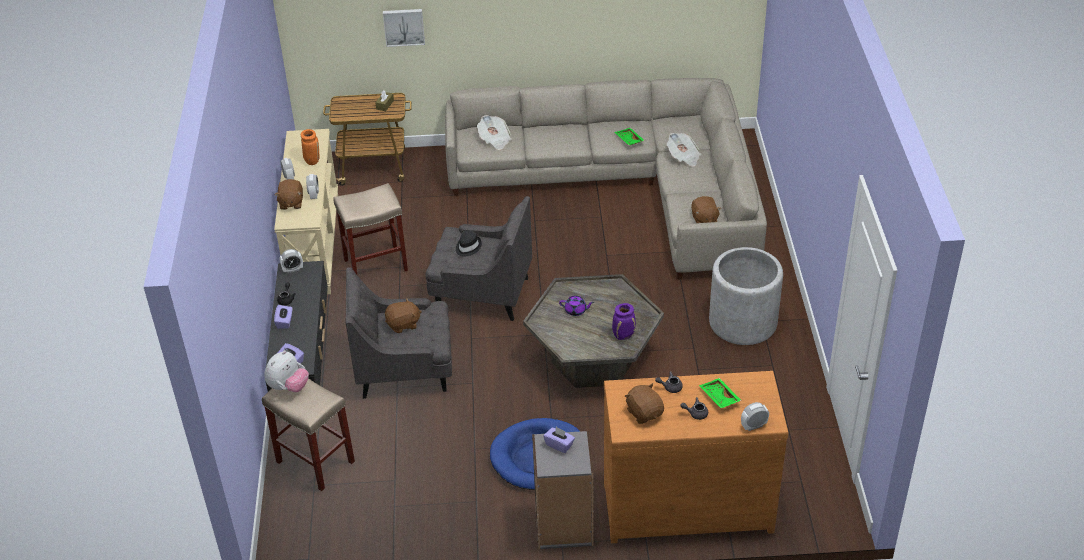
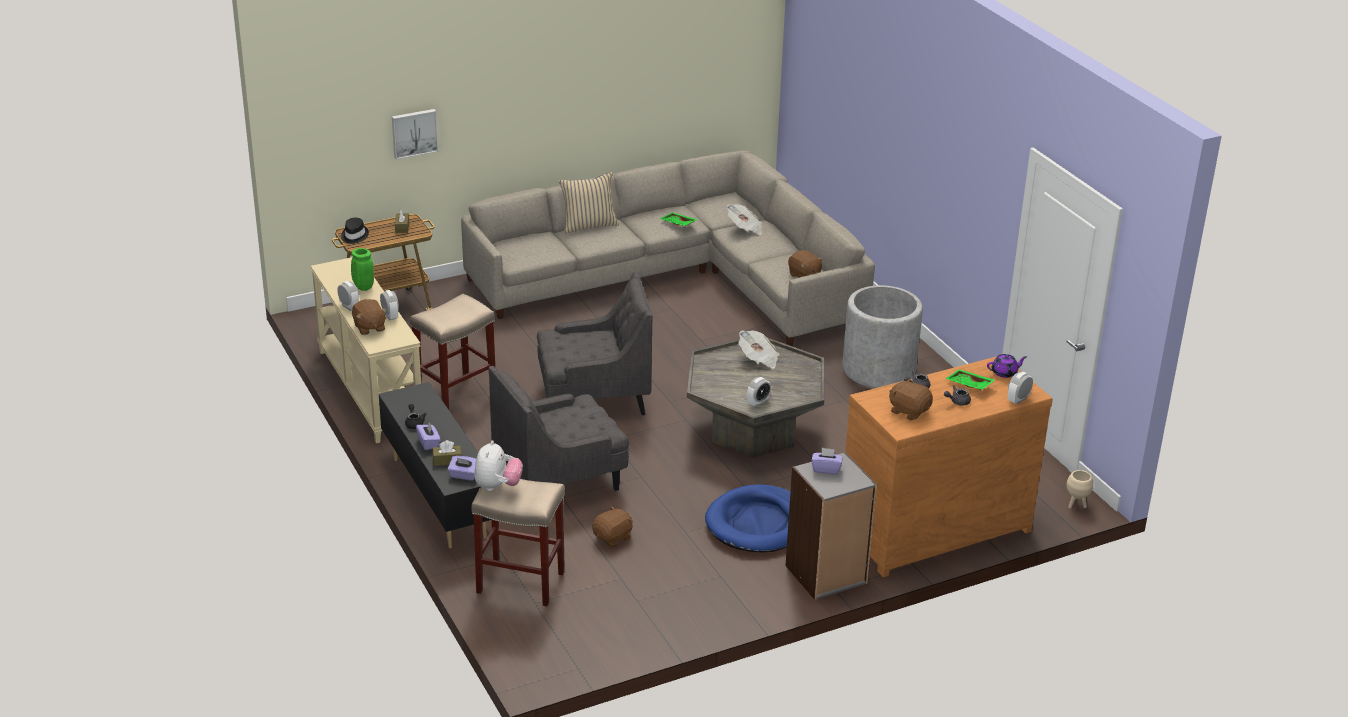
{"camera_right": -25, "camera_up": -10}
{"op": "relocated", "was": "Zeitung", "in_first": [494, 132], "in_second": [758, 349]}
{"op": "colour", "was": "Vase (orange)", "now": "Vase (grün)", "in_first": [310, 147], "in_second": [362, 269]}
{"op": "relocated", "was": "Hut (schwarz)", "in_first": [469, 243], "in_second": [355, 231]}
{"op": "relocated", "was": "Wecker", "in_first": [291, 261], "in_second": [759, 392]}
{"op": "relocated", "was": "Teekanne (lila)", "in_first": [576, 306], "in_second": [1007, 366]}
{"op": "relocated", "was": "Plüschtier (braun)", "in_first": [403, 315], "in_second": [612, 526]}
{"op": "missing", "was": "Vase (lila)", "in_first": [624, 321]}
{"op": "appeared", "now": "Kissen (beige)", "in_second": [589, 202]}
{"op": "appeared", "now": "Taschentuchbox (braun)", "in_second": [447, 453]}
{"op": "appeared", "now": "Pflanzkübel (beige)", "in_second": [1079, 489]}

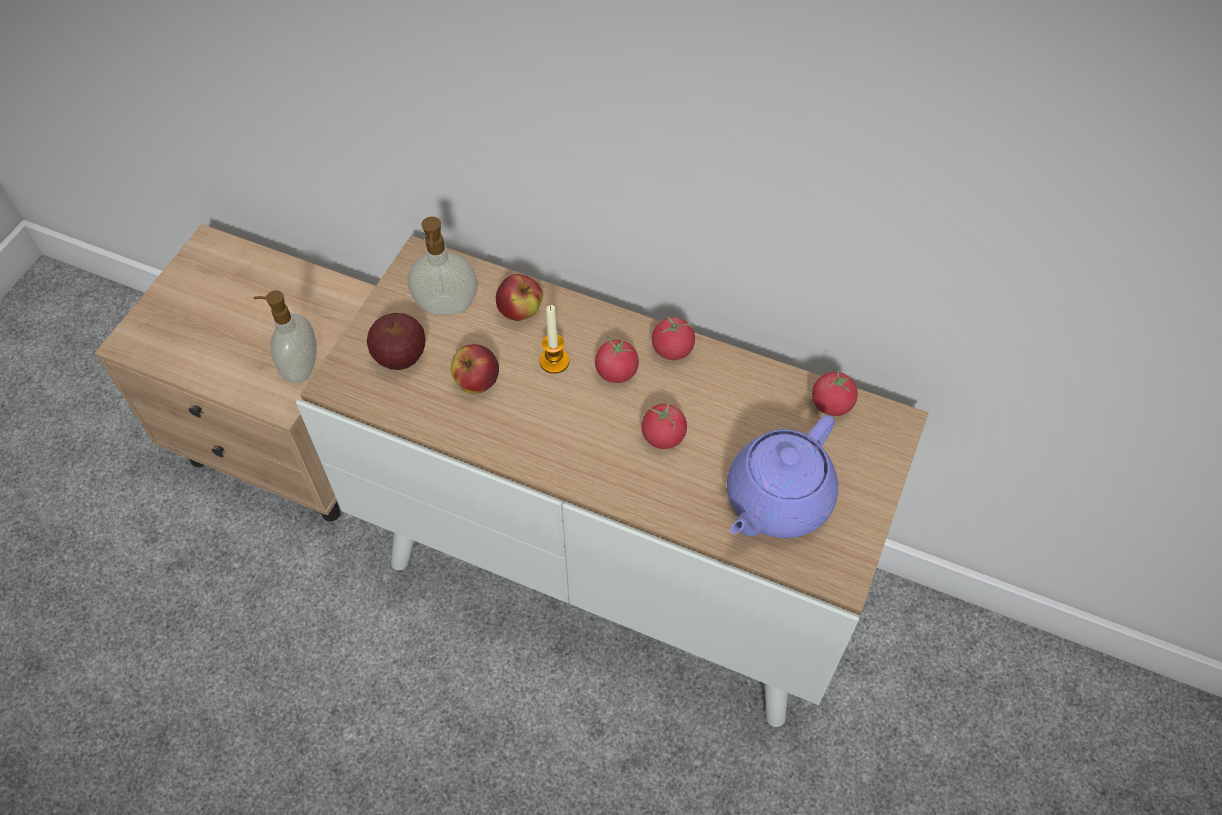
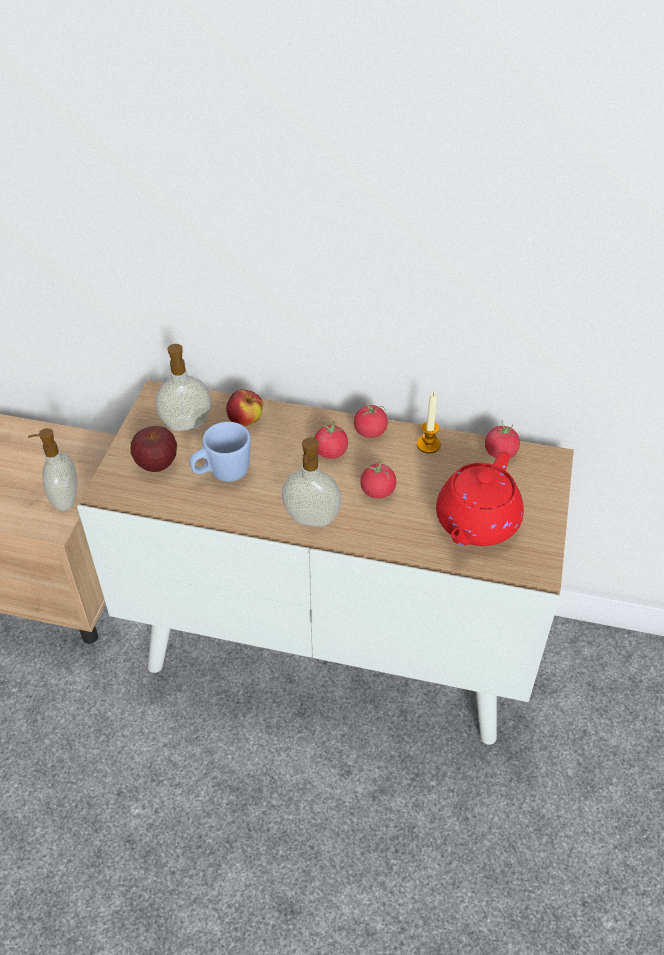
{"camera_right": -10, "camera_up": -10}
{"op": "relocated", "was": "Kerze", "in_first": [554, 339], "in_second": [429, 422]}
{"op": "exchanged", "was": "Apfel", "now": "Henkelbecher (blau)", "in_first": [475, 368], "in_second": [220, 452]}
{"op": "colour", "was": "Teekanne (lila)", "now": "Teekanne (rot)", "in_first": [782, 476], "in_second": [480, 498]}
{"op": "appeared", "now": "Seifenspender", "in_second": [311, 482]}

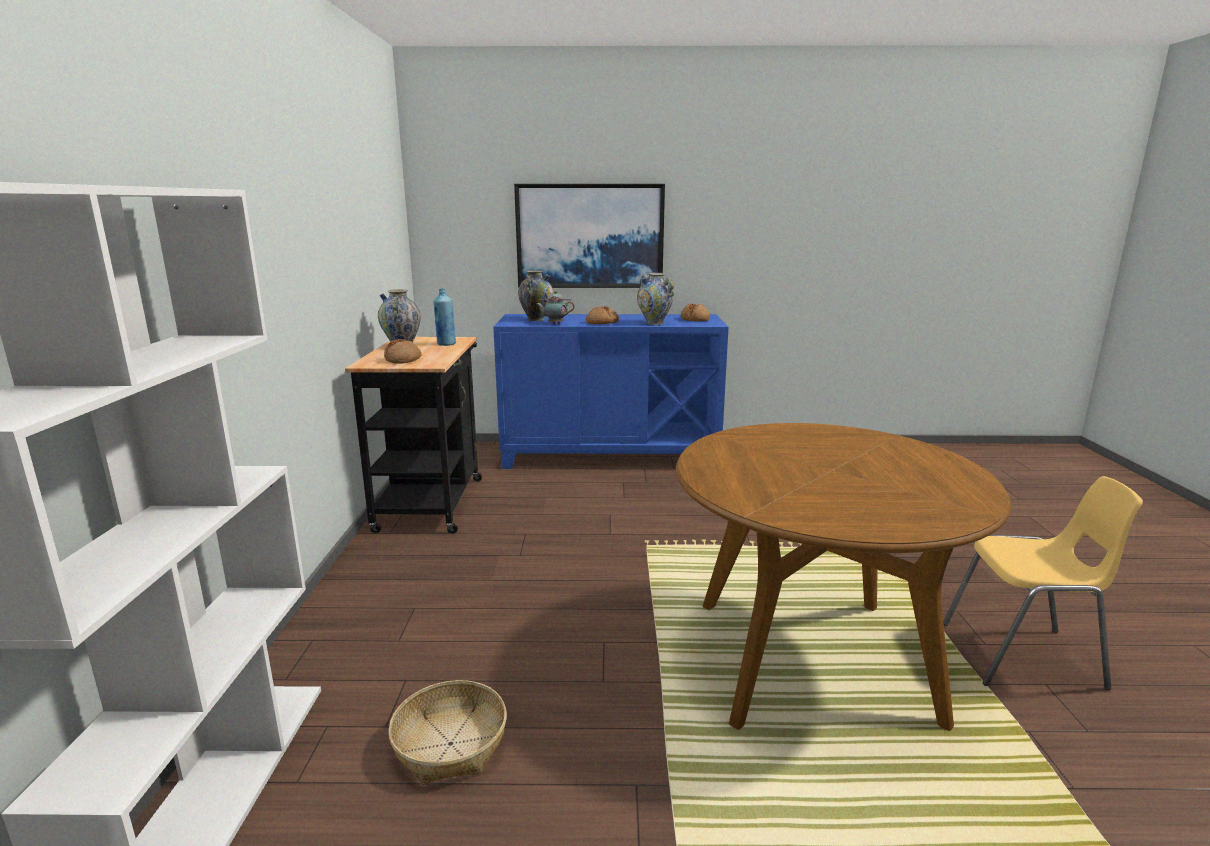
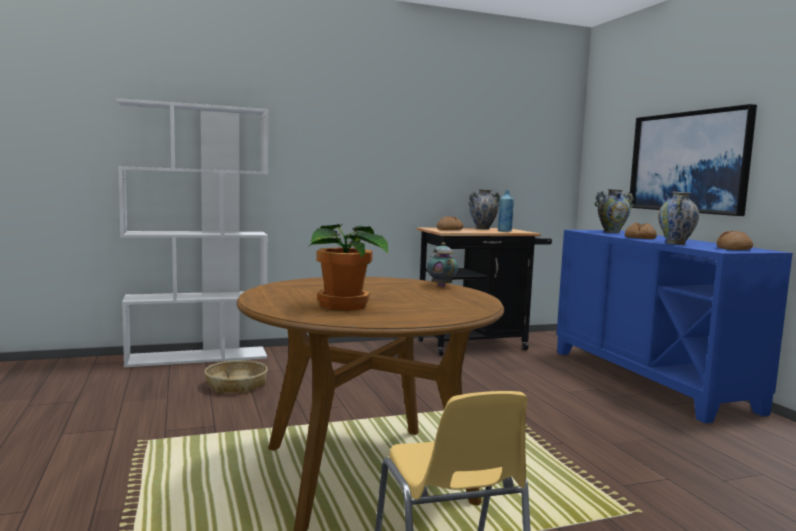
{"camera_right": 70, "camera_up": -10}
{"op": "relocated", "was": "Teekanne", "in_first": [555, 307], "in_second": [442, 264]}
{"op": "appeared", "now": "Topfpflanze", "in_second": [348, 267]}

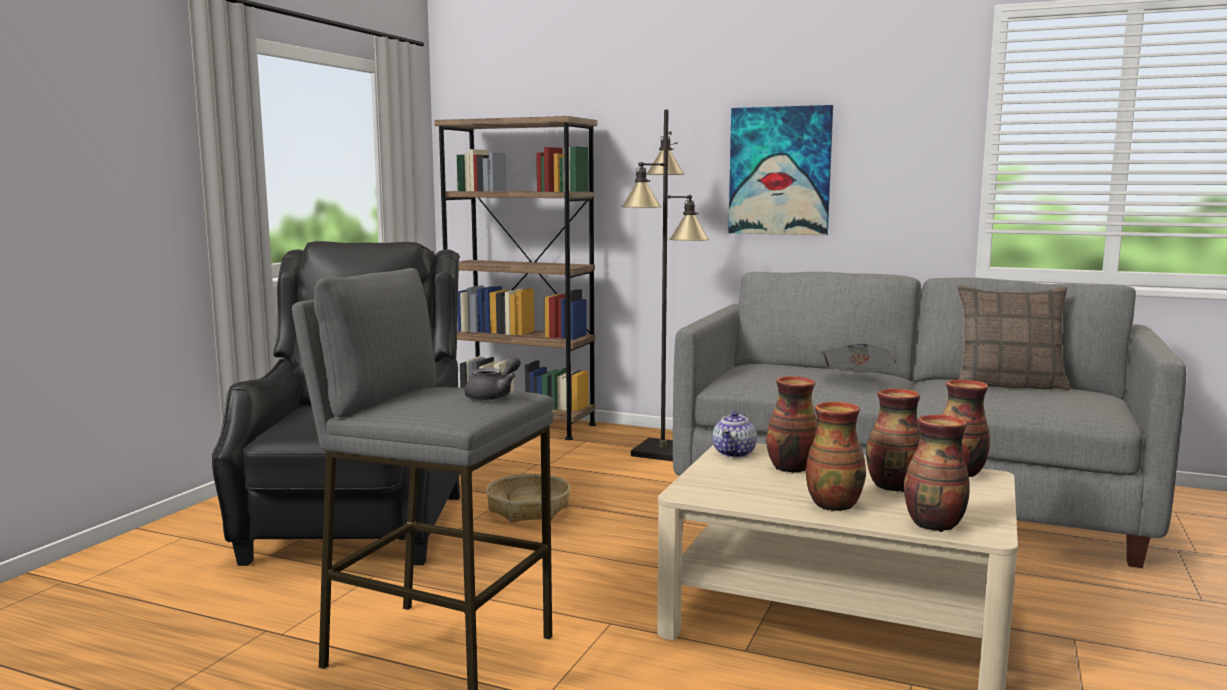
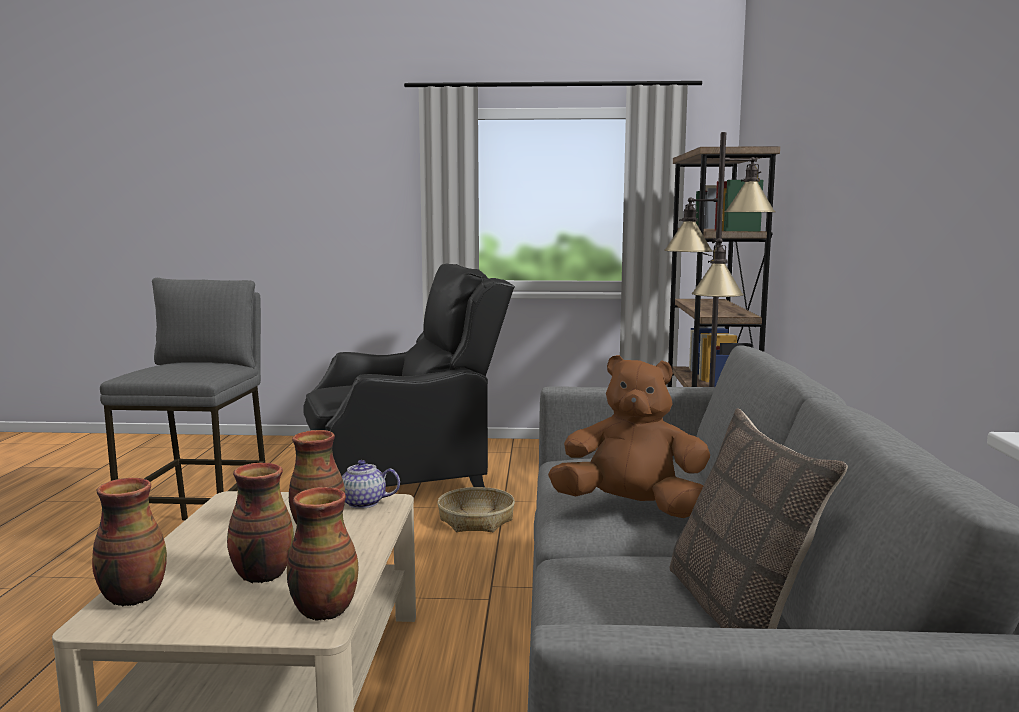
{"camera_right": 70, "camera_up": 0}
{"op": "missing", "was": "Bild", "in_first": [780, 170]}
{"op": "exchanged", "was": "Zeitung", "now": "Plüschtier (braun)", "in_first": [858, 358], "in_second": [629, 436]}
{"op": "missing", "was": "Teekanne (grau)", "in_first": [493, 378]}
{"op": "missing", "was": "Vase", "in_first": [836, 456]}

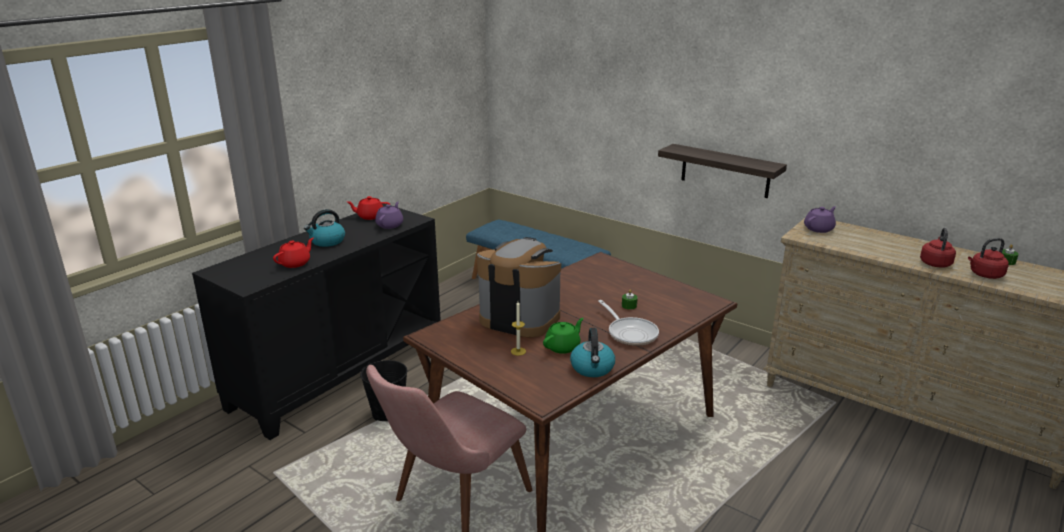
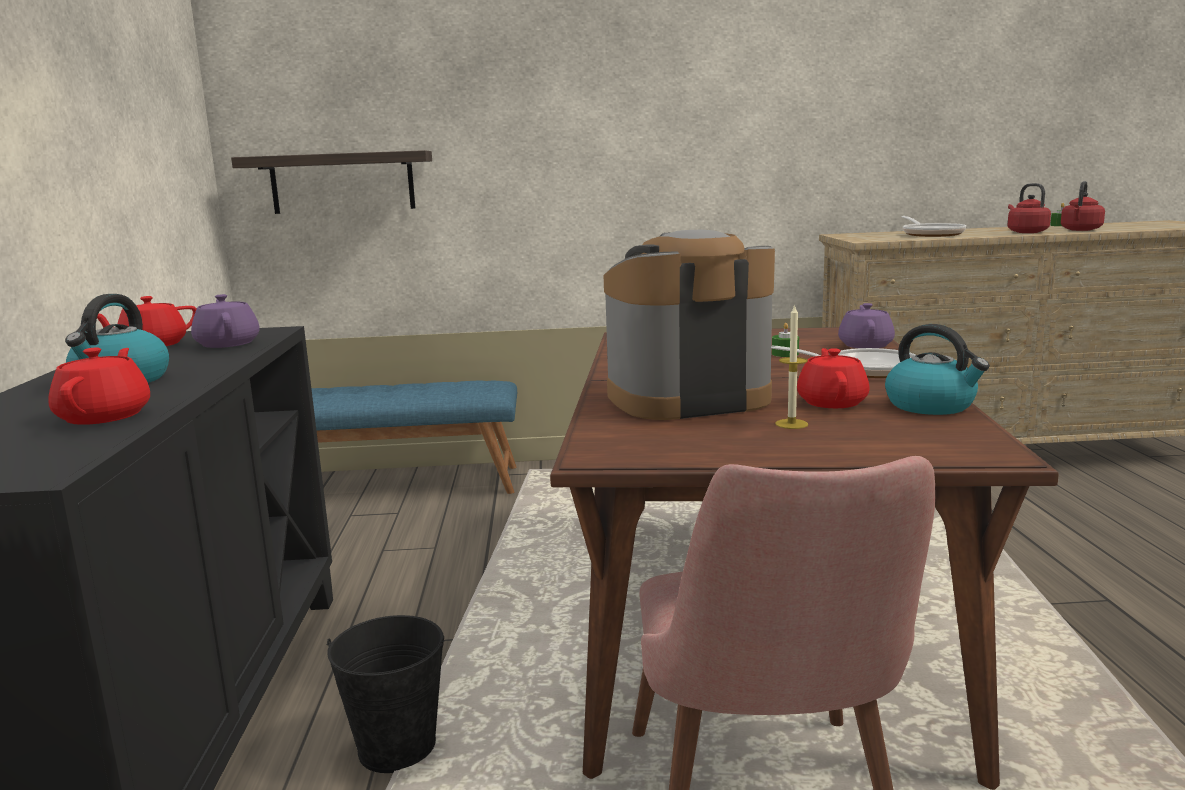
{"camera_right": -40, "camera_up": -10}
{"op": "relocated", "was": "Wandregal", "in_first": [722, 171], "in_second": [331, 182]}
{"op": "relocated", "was": "Teekanne (lila)", "in_first": [820, 219], "in_second": [866, 325]}
{"op": "colour", "was": "Teekanne (grün)", "now": "Teekanne (rot)", "in_first": [563, 336], "in_second": [833, 378]}
{"op": "appeared", "now": "Pfanne", "in_second": [934, 226]}

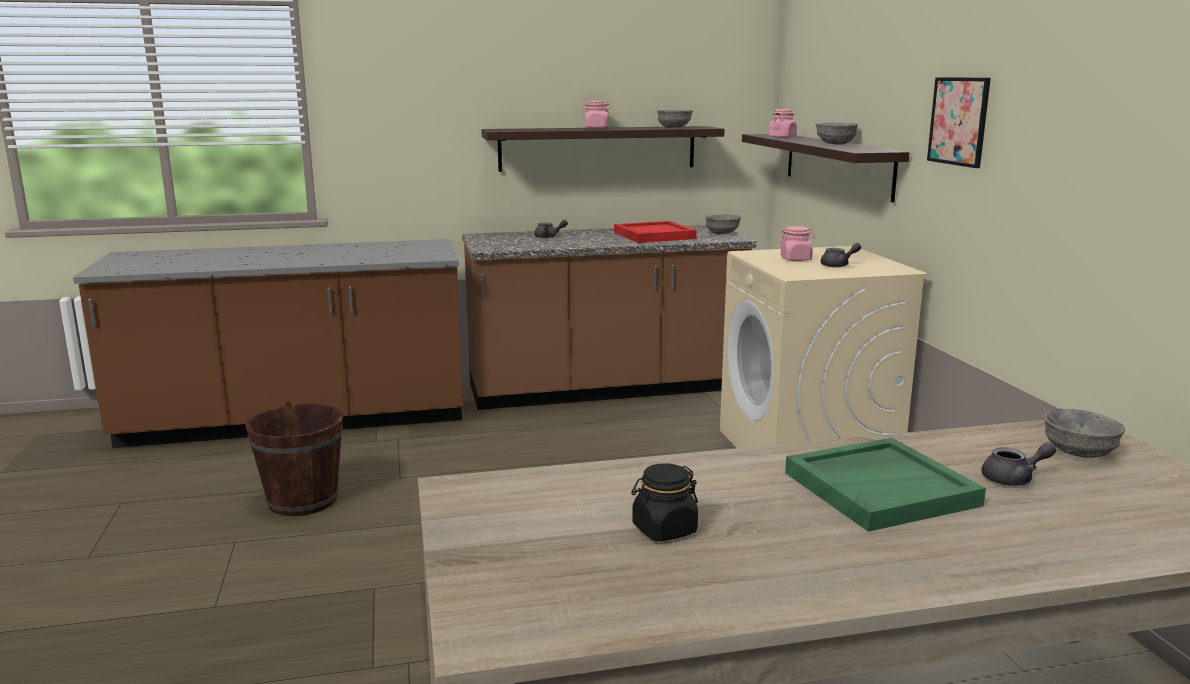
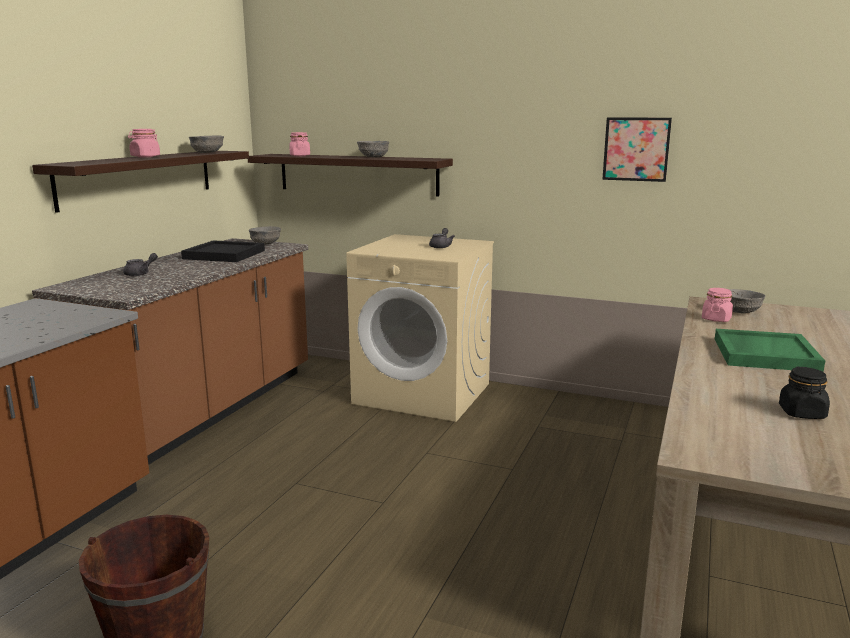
{"camera_right": -55, "camera_up": 0}
{"op": "relocated", "was": "Bild", "in_first": [959, 122], "in_second": [637, 149]}
{"op": "colour", "was": "Tablett (rot)", "now": "Tablett (schwarz)", "in_first": [655, 232], "in_second": [223, 251]}
{"op": "relocated", "was": "Vorratsglas (rosa)", "in_first": [797, 243], "in_second": [717, 305]}
{"op": "missing", "was": "Teekanne (grau)", "in_first": [1018, 464]}

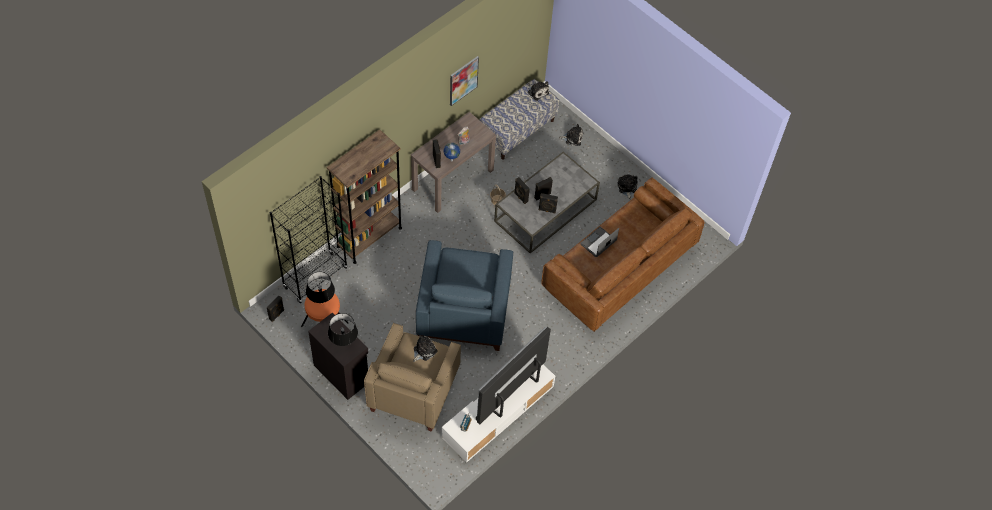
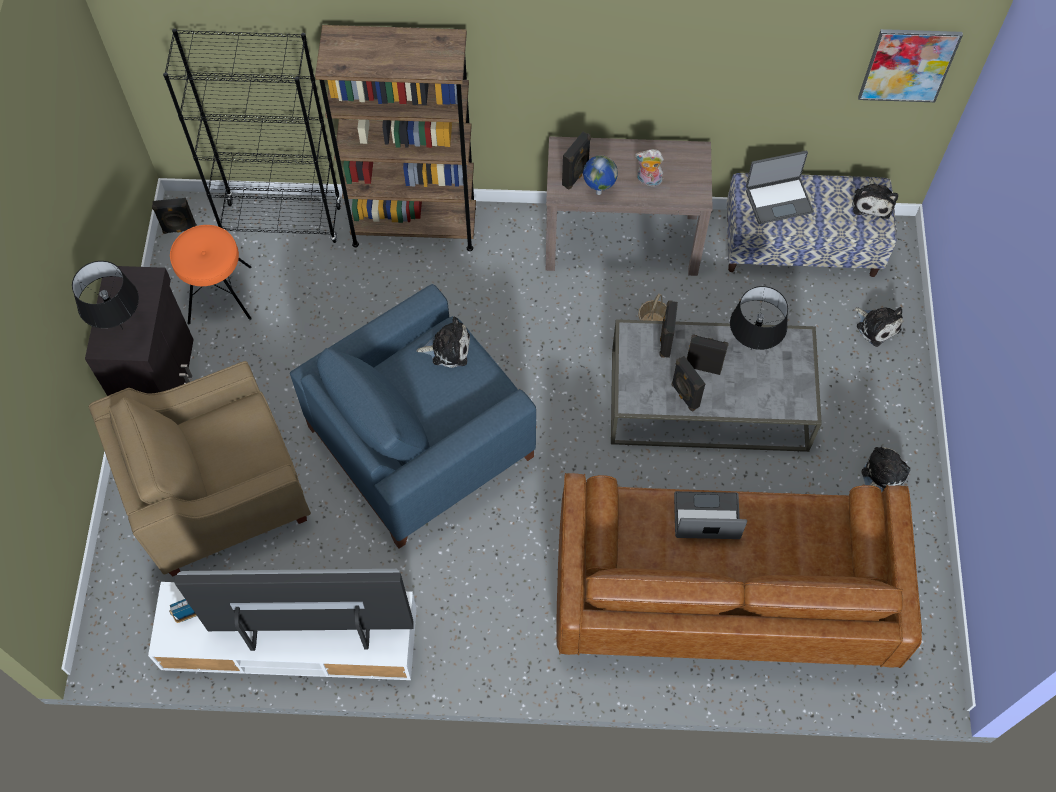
{"camera_right": 50, "camera_up": 5}
{"op": "relocated", "was": "Bild", "in_first": [464, 81], "in_second": [910, 65]}
{"op": "relocated", "was": "Tischlampe (schwarz)", "in_first": [320, 287], "in_second": [759, 318]}
{"op": "relocated", "was": "Plüschtier", "in_first": [425, 348], "in_second": [443, 342]}
{"op": "appeared", "now": "Laptop", "in_second": [780, 187]}

